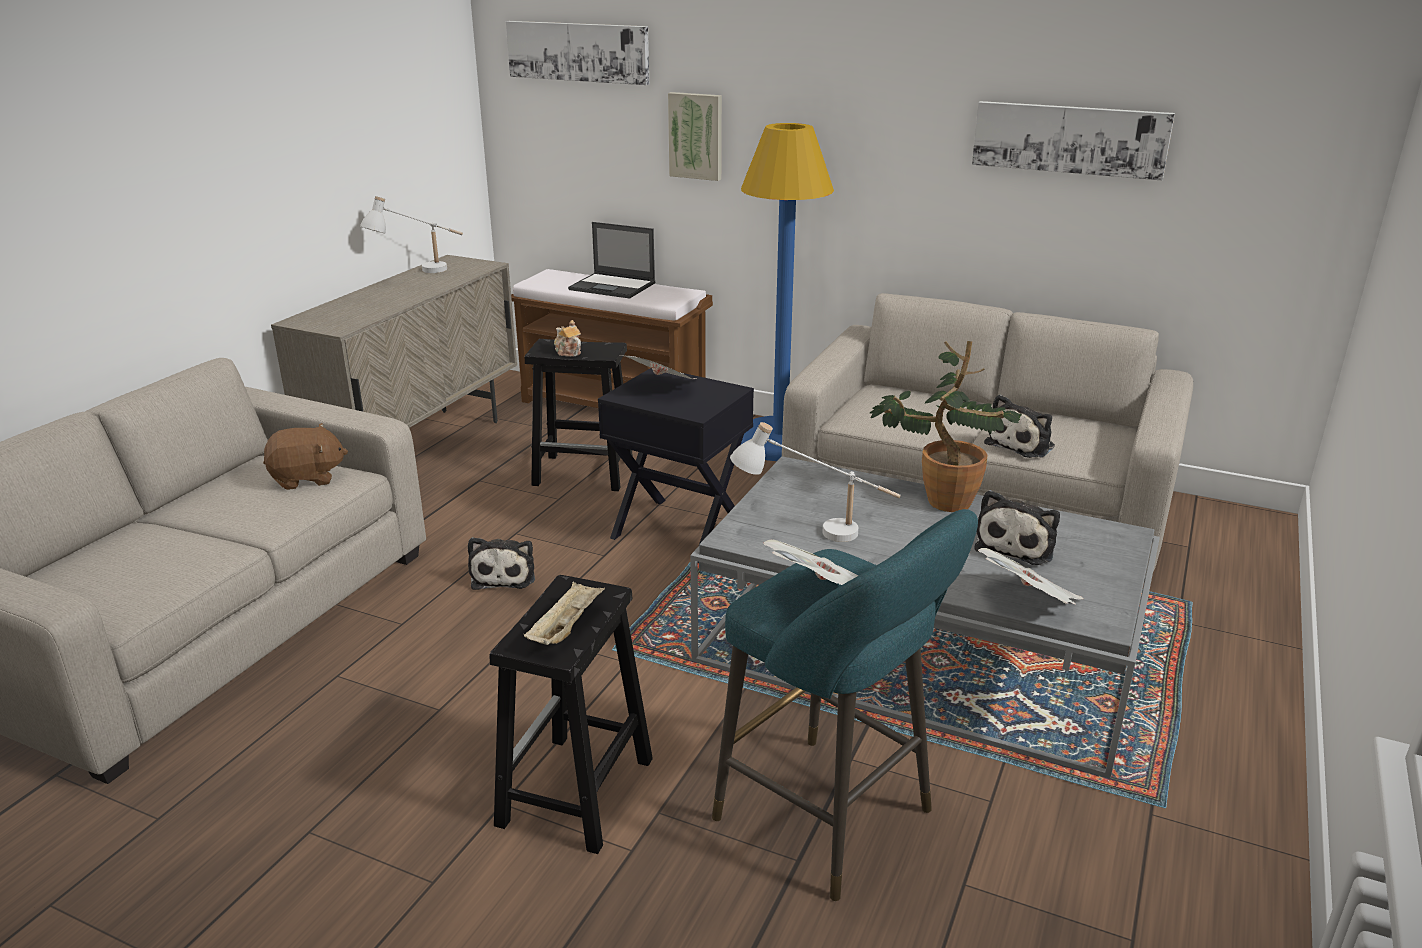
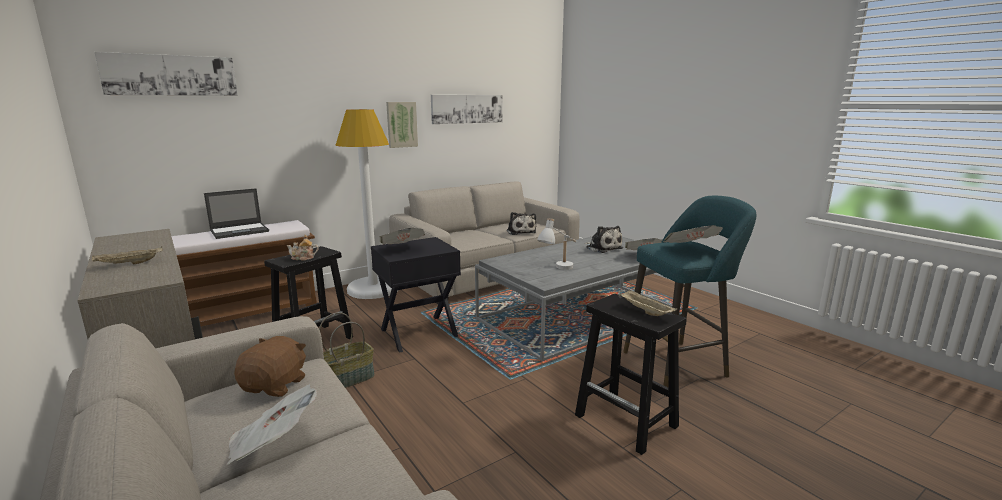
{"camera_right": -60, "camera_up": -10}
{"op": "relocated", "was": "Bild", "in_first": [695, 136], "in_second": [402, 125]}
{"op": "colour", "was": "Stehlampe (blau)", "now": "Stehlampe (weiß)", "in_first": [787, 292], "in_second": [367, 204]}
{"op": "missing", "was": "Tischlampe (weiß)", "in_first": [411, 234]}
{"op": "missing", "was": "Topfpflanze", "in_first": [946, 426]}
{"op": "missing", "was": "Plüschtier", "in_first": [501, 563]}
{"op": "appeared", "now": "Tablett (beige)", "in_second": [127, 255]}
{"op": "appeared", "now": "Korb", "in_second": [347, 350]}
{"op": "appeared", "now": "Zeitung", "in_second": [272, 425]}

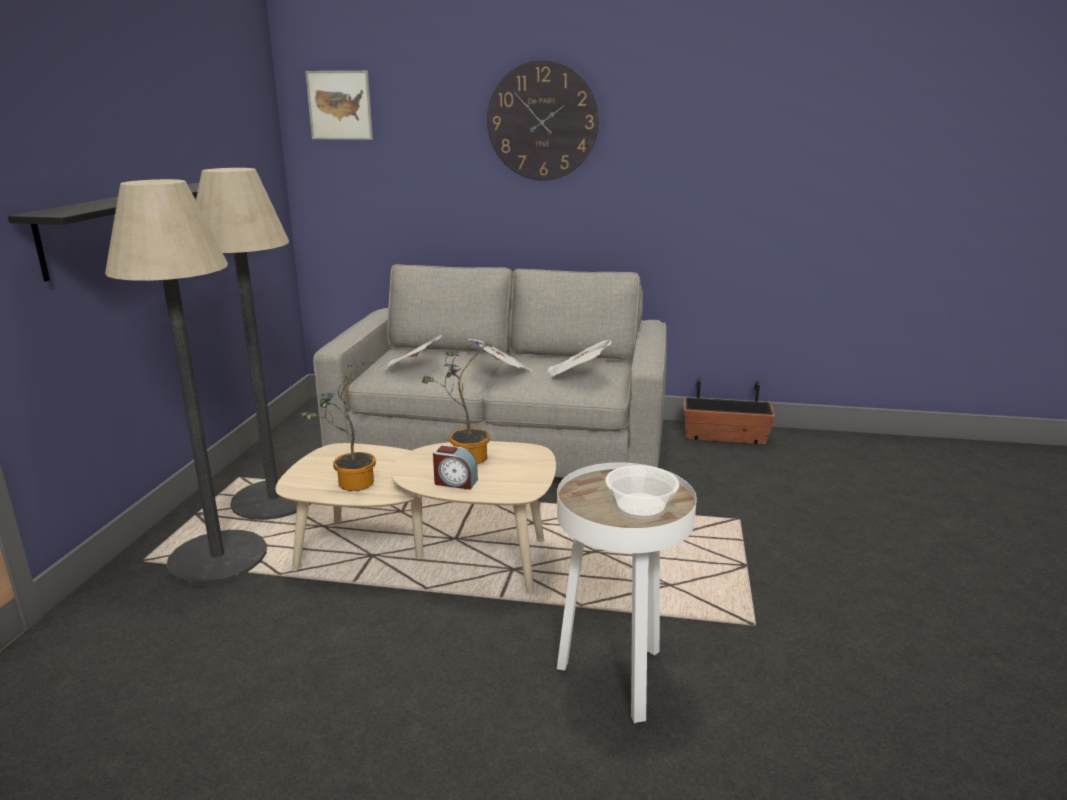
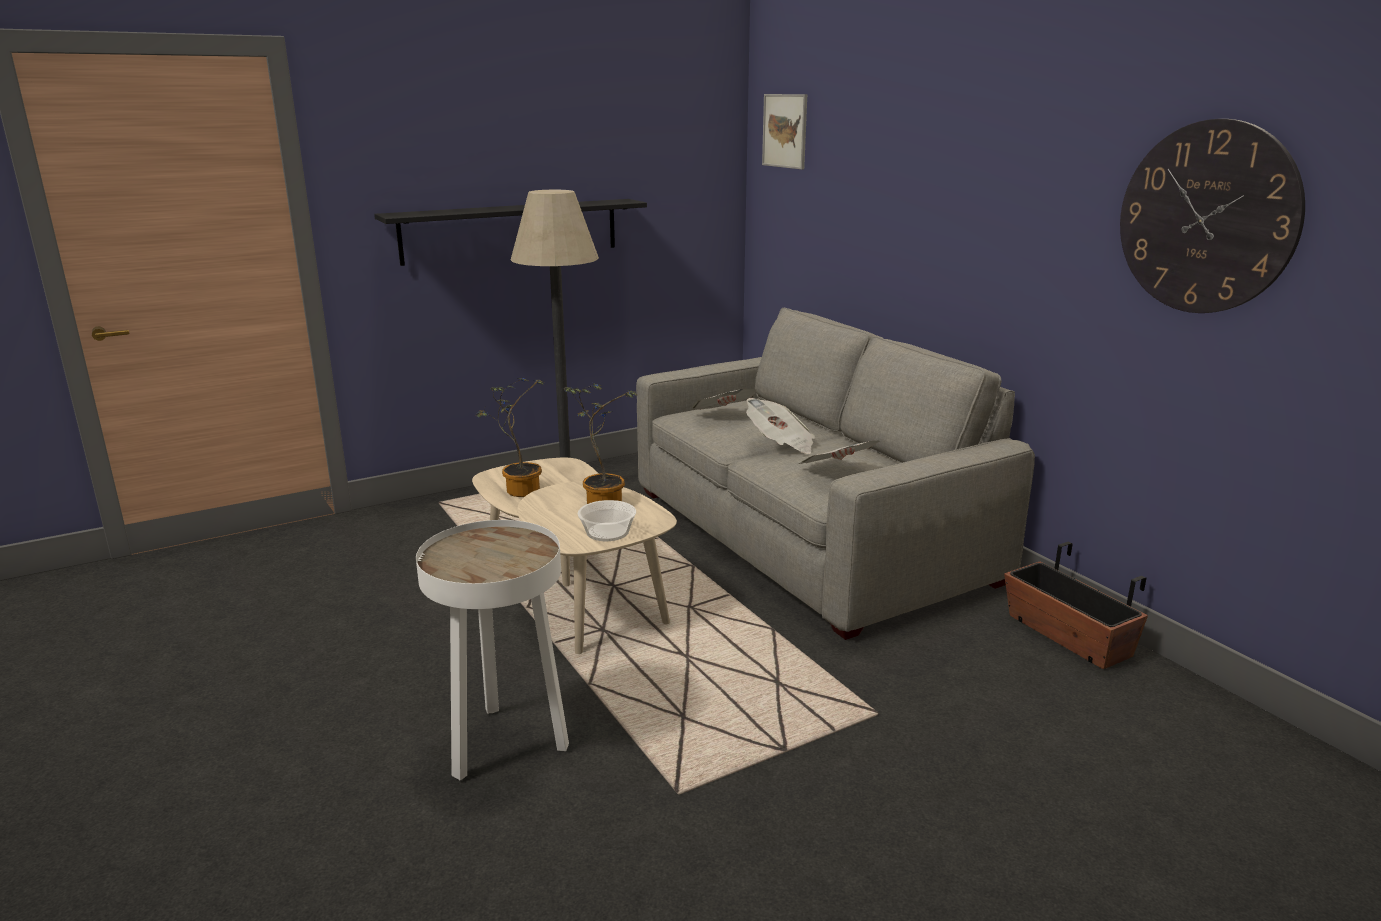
{"camera_right": 50, "camera_up": 0}
{"op": "relocated", "was": "Wanduhr", "in_first": [543, 120], "in_second": [1212, 216]}
{"op": "missing", "was": "Stehlampe", "in_first": [186, 382]}
{"op": "missing", "was": "Wecker", "in_first": [455, 467]}
{"op": "relocated", "was": "Schüssel", "in_first": [642, 492], "in_second": [607, 520]}

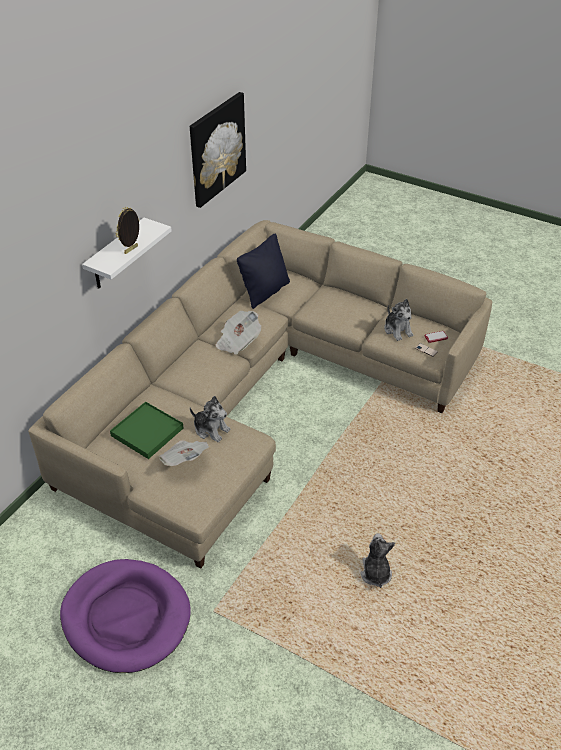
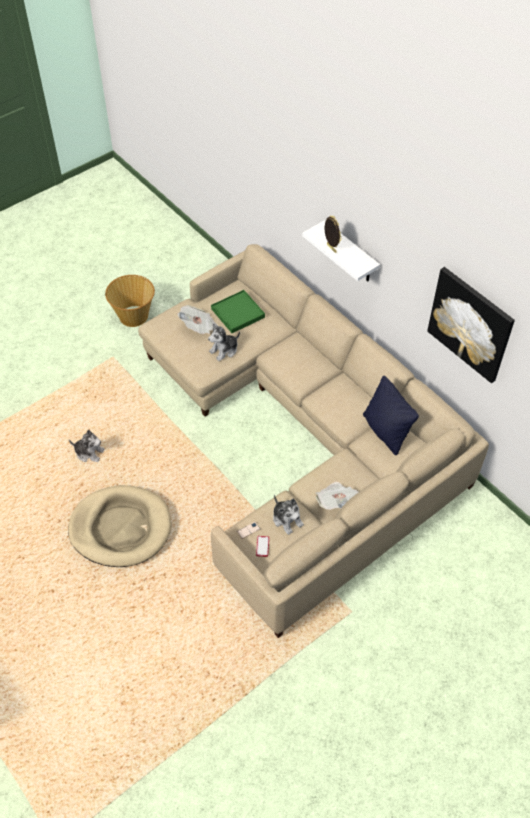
{"camera_right": 110, "camera_up": 10}
{"op": "spun", "was": "Plüschtier", "in_first": [398, 320], "in_second": [288, 515], "clockwise": -120}
{"op": "relocated", "was": "Zeitung", "in_first": [238, 332], "in_second": [337, 496]}
{"op": "exchanged", "was": "Hundebett (lila)", "now": "Korb", "in_first": [125, 616], "in_second": [130, 301]}
{"op": "appeared", "now": "Hundebett (beige)", "in_second": [119, 526]}

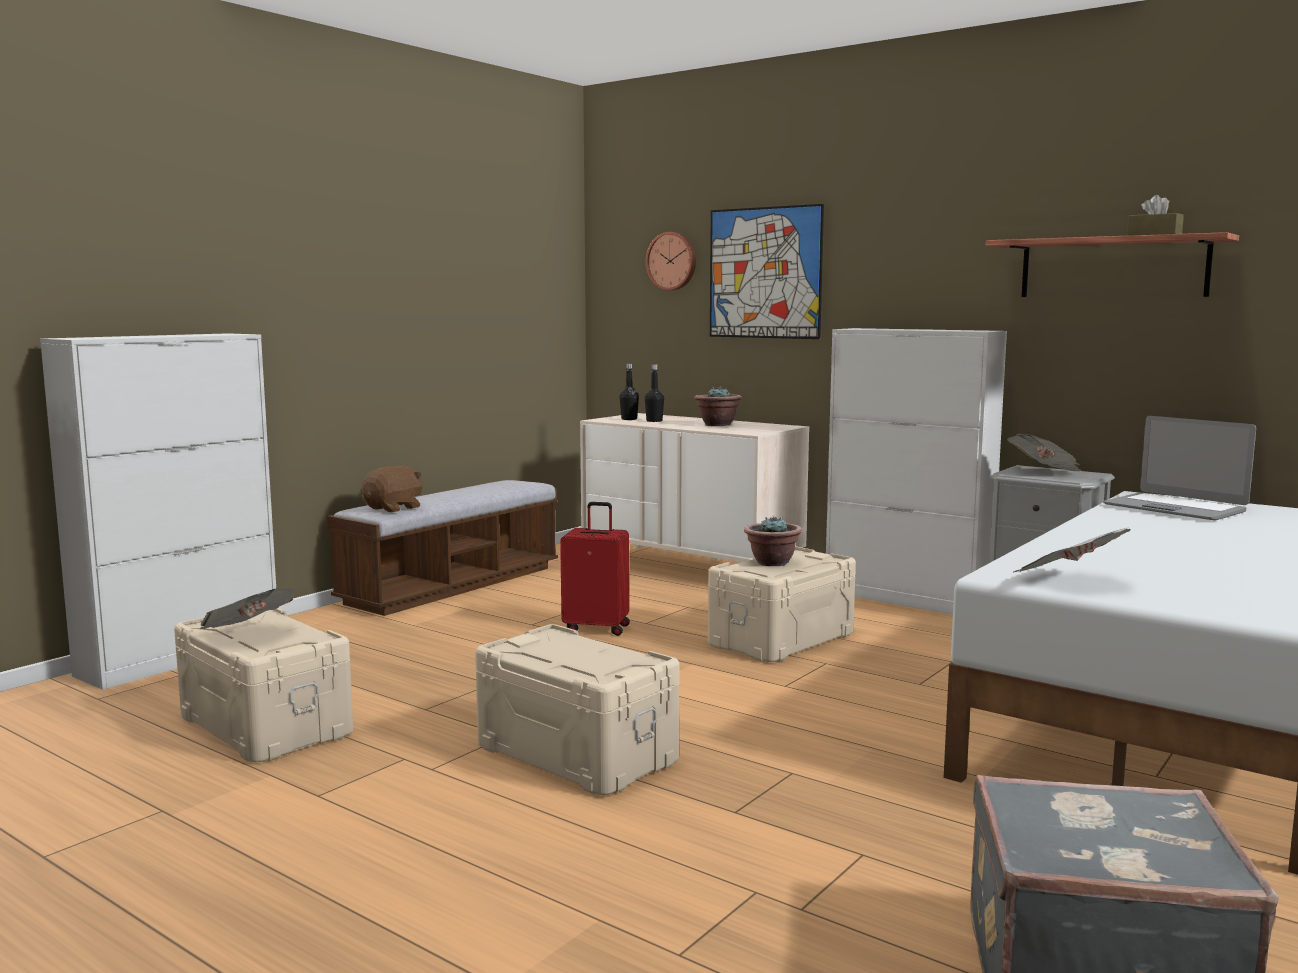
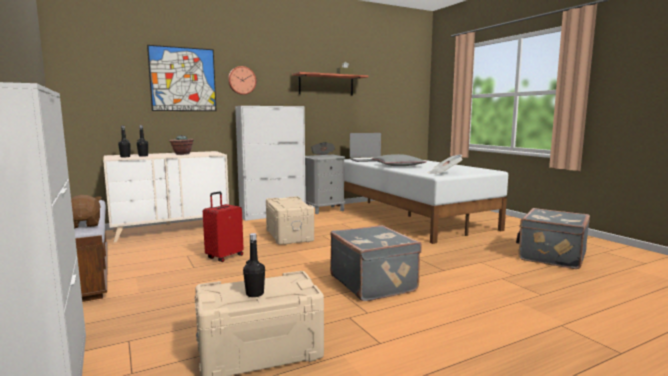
{"camera_right": -65, "camera_up": 0}
{"op": "relocated", "was": "Wanduhr", "in_first": [671, 261], "in_second": [242, 80]}
{"op": "missing", "was": "Topfpflanze", "in_first": [773, 540]}
{"op": "exchanged", "was": "Zeitung", "now": "Flasche (schwarz)", "in_first": [247, 608], "in_second": [254, 265]}
{"op": "exchanged", "was": "Aufbewahrungsbox (beige)", "now": "Koffer (grau)", "in_first": [577, 709], "in_second": [376, 263]}
{"op": "appeared", "now": "Kissen (grau)", "in_second": [399, 160]}

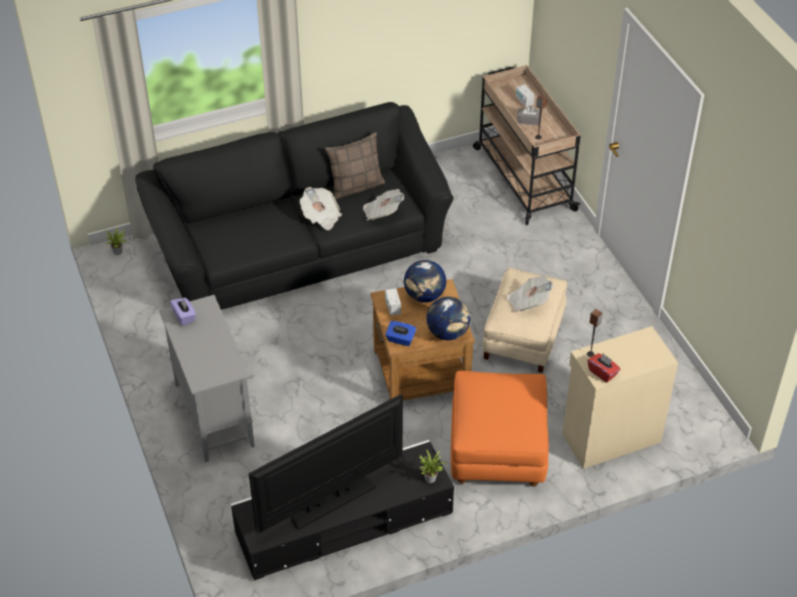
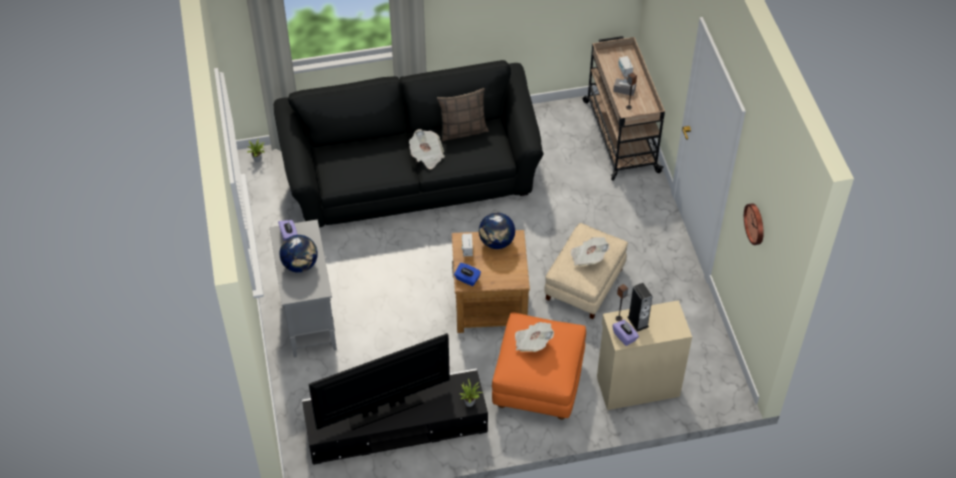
{"camera_right": 10, "camera_up": 5}
{"op": "relocated", "was": "Zeitung", "in_first": [383, 204], "in_second": [534, 337]}
{"op": "relocated", "was": "Globus", "in_first": [448, 318], "in_second": [299, 254]}
{"op": "colour", "was": "Taschentuchbox (rot)", "now": "Taschentuchbox (lila)", "in_first": [604, 367], "in_second": [625, 333]}
{"op": "appeared", "now": "Wanduhr", "in_second": [754, 224]}
{"op": "appeared", "now": "Lautsprecher", "in_second": [640, 307]}

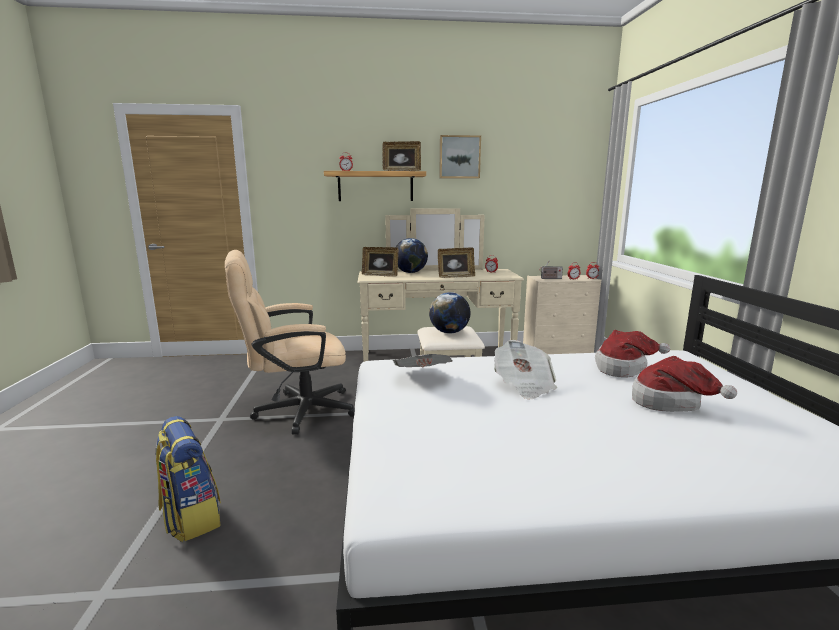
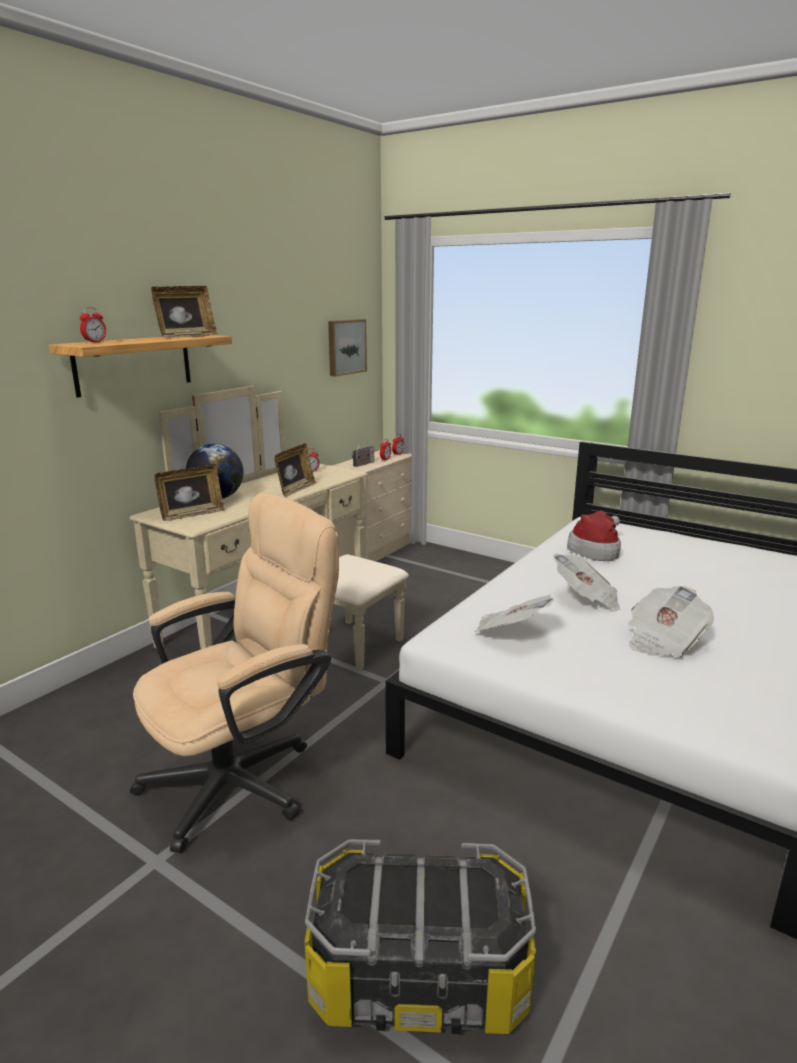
{"camera_right": -50, "camera_up": 5}
{"op": "relocated", "was": "Bild", "in_first": [460, 157], "in_second": [347, 347]}
{"op": "spun", "was": "Bürostuhl (beige)", "in_first": [290, 342], "in_second": [234, 673], "clockwise": -150}
{"op": "missing", "was": "Globus", "in_first": [450, 313]}
{"op": "missing", "was": "Hut", "in_first": [684, 384]}
{"op": "exchanged", "was": "Rucksack", "now": "Aufbewahrungsbox", "in_first": [188, 479], "in_second": [420, 936]}
{"op": "appeared", "now": "Zeitung", "in_second": [671, 621]}

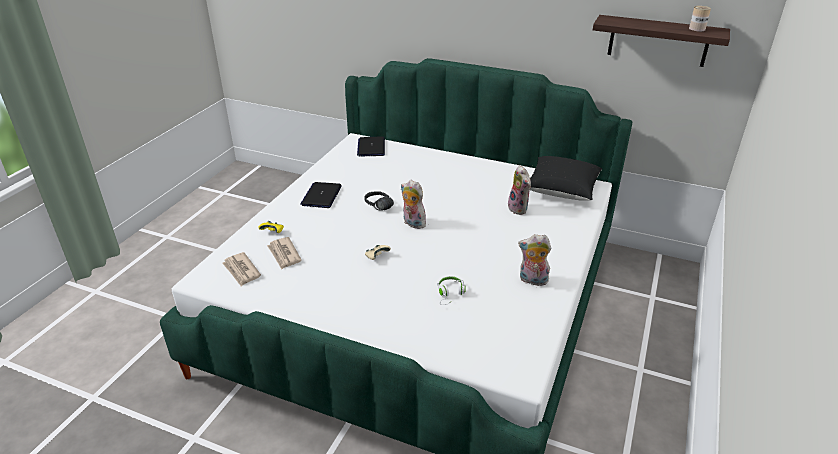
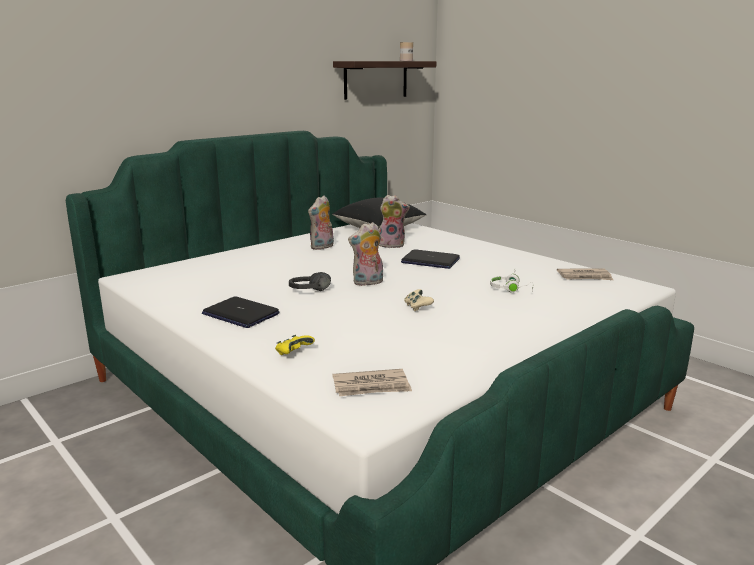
{"camera_right": -65, "camera_up": -15}
{"op": "relocated", "was": "Laptop", "in_first": [371, 146], "in_second": [430, 259]}
{"op": "relocated", "was": "Plüschtier", "in_first": [535, 260], "in_second": [321, 223]}
{"op": "relocated", "was": "Zeitung", "in_first": [284, 253], "in_second": [585, 274]}

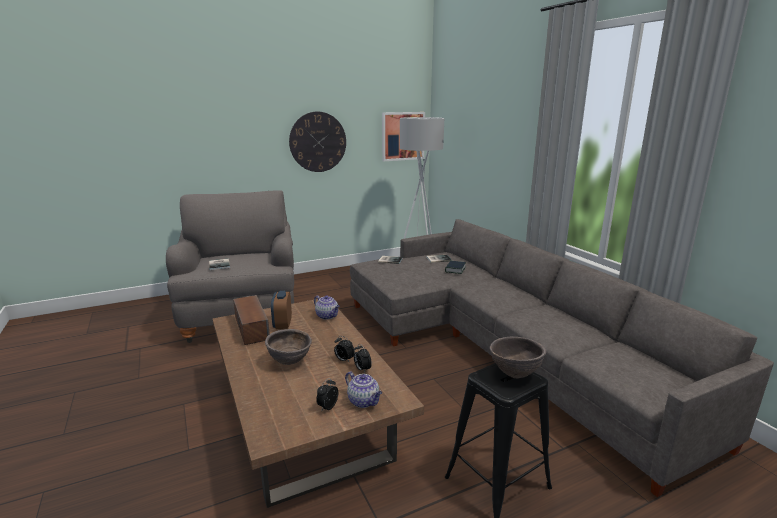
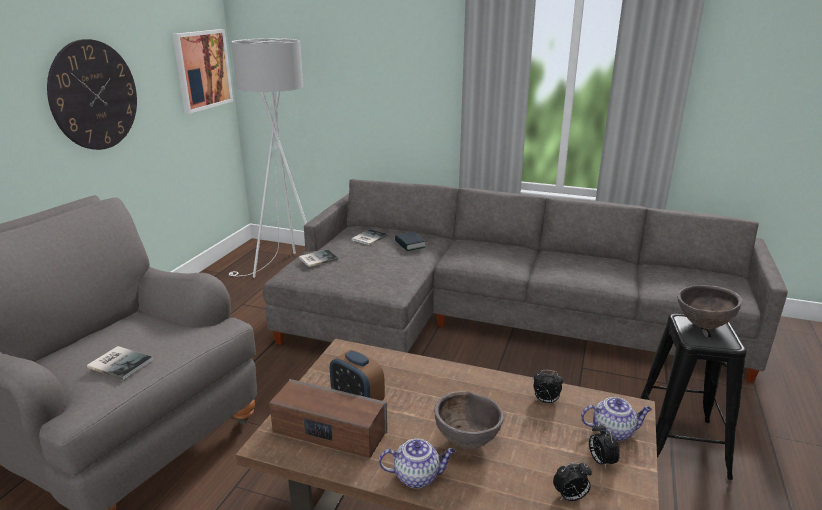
{"camera_right": -45, "camera_up": 5}
{"op": "relocated", "was": "Teekanne", "in_first": [327, 307], "in_second": [417, 463]}
{"op": "relocated", "was": "Wecker", "in_first": [344, 349], "in_second": [572, 481]}

